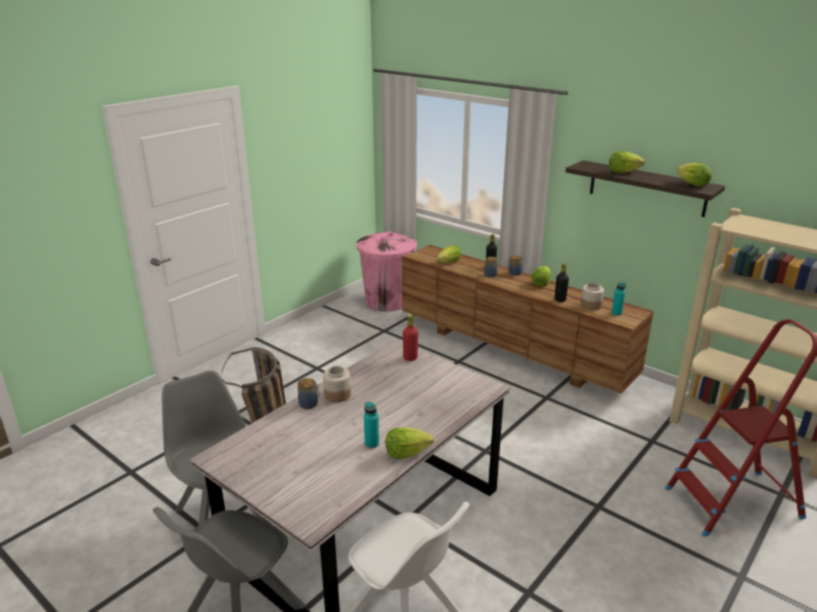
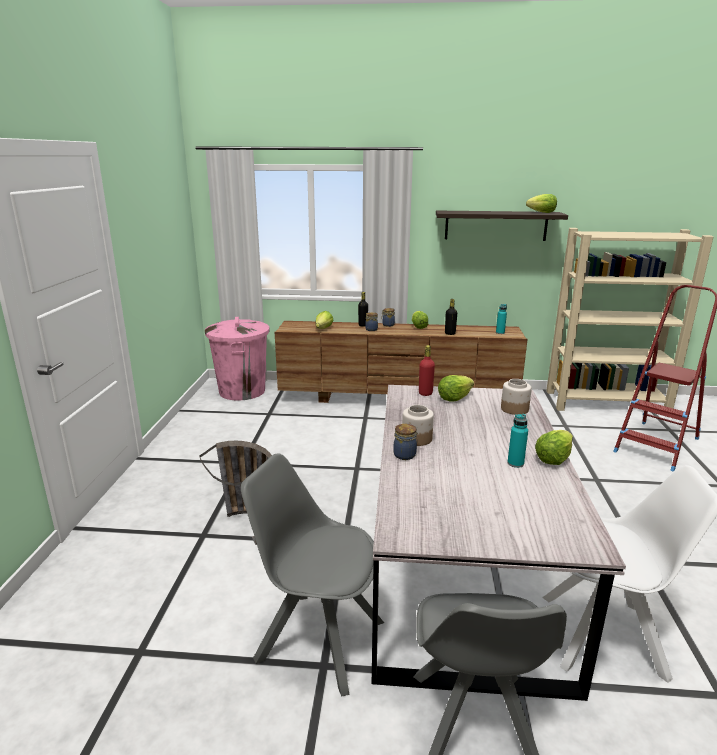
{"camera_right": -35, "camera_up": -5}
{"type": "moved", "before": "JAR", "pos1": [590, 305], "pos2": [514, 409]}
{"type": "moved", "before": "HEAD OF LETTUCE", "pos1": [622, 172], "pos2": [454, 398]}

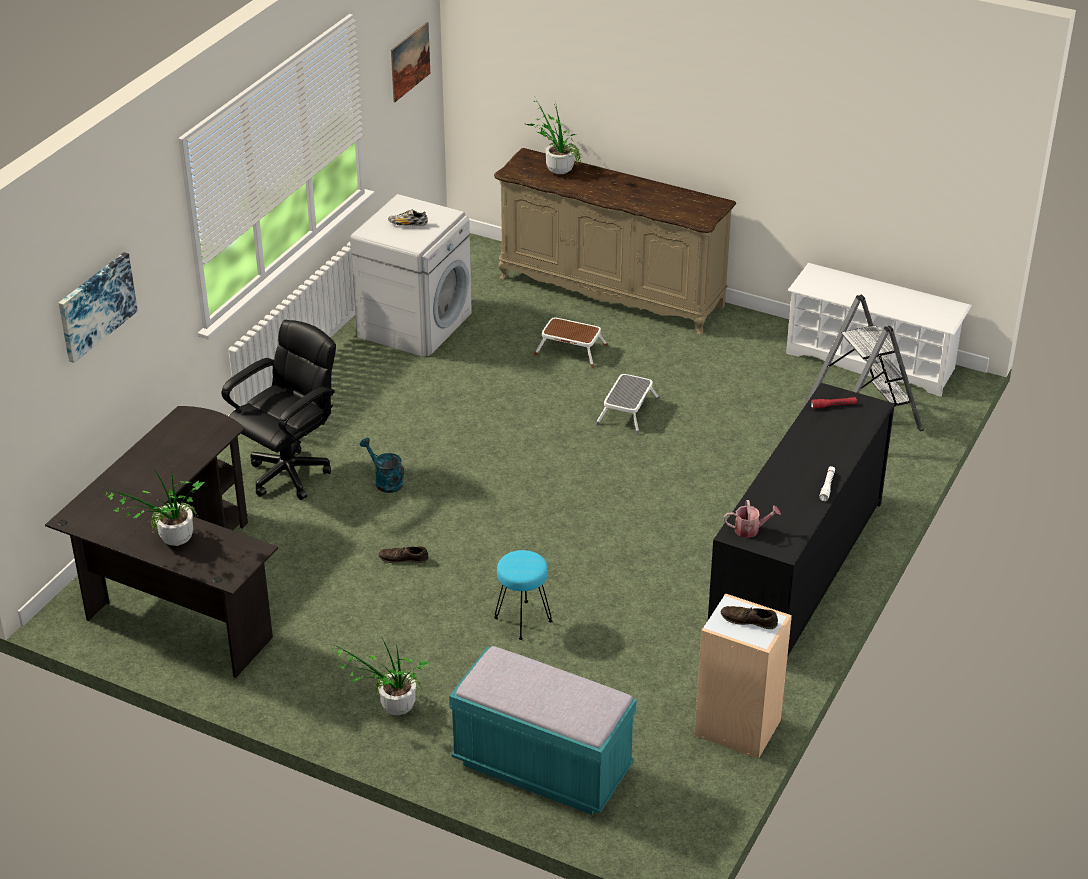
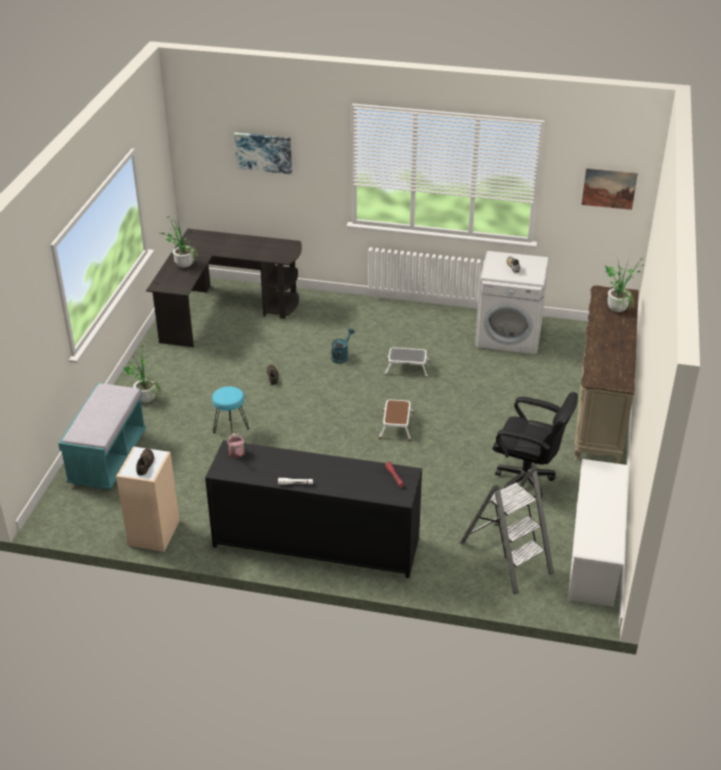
{"camera_right": 75, "camera_up": 0}
{"type": "moved", "before": "BLACKISH DESK CHAIR", "pos1": [291, 472], "pos2": [528, 482]}
{"type": "moved", "before": "BROWN-COLOURED STEP STOOL", "pos1": [571, 350], "pos2": [396, 425]}
{"type": "moved", "before": "GRAY STEP STOOL", "pos1": [628, 411], "pos2": [407, 368]}

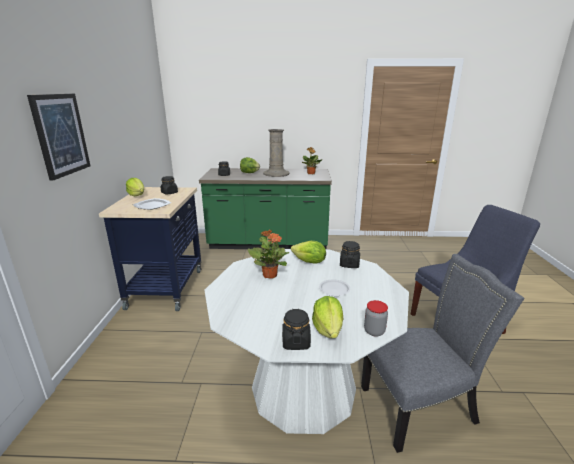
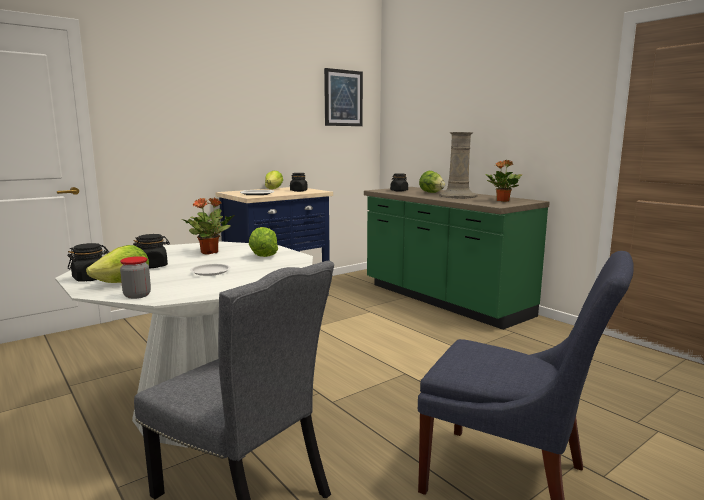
{"camera_right": 50, "camera_up": -10}
{"type": "moved", "before": "PICTURE", "pos1": [60, 135], "pos2": [343, 98]}
{"type": "moved", "before": "BLACKISH JAR", "pos1": [349, 264], "pos2": [153, 266]}

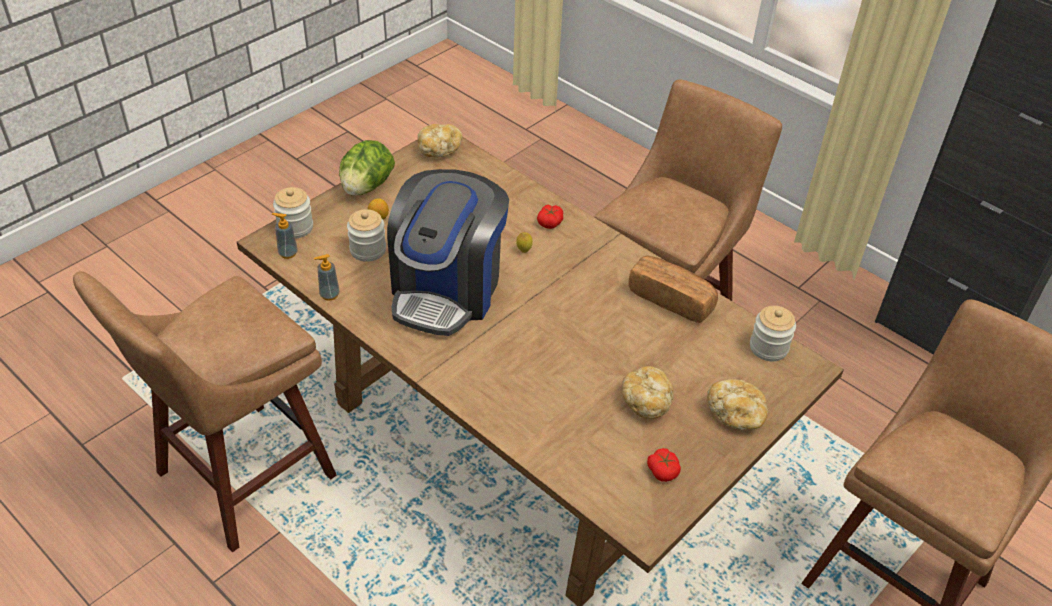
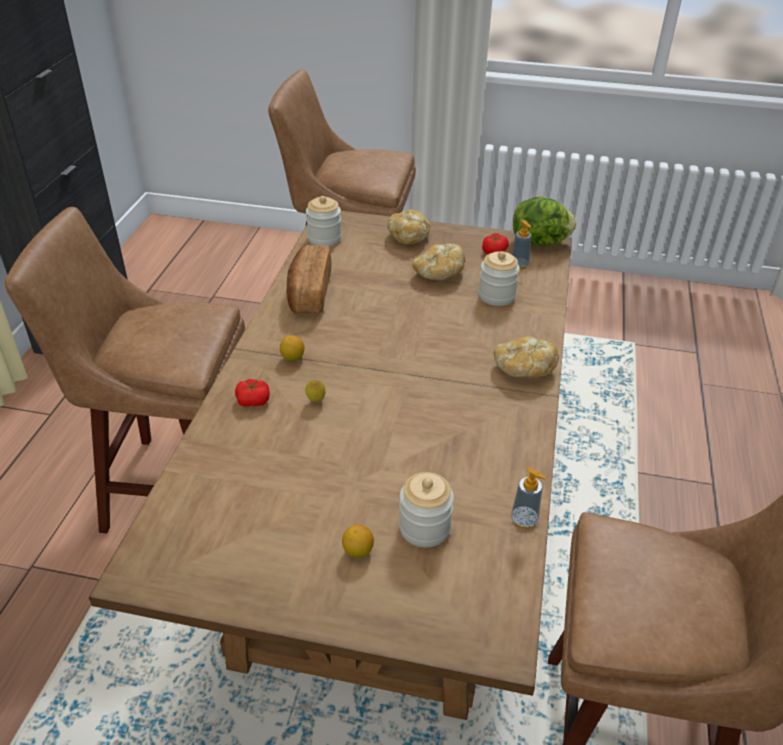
{"camera_right": -120, "camera_up": -5}
{"type": "moved", "before": "SOAP DISPENSER", "pos1": [288, 253], "pos2": [519, 265]}
{"type": "moved", "before": "JAR", "pos1": [295, 227], "pos2": [496, 296]}
{"type": "moved", "before": "HEAD OF LETTUCE", "pos1": [366, 187], "pos2": [540, 242]}
{"type": "removed", "before": "COFFEE MACHINE", "pos1": [447, 289]}
{"type": "moved", "before": "BAKERY BREAD", "pos1": [439, 149], "pos2": [523, 370]}
{"type": "added", "after": "CITRUS FRUIT", "pos2": [292, 358]}

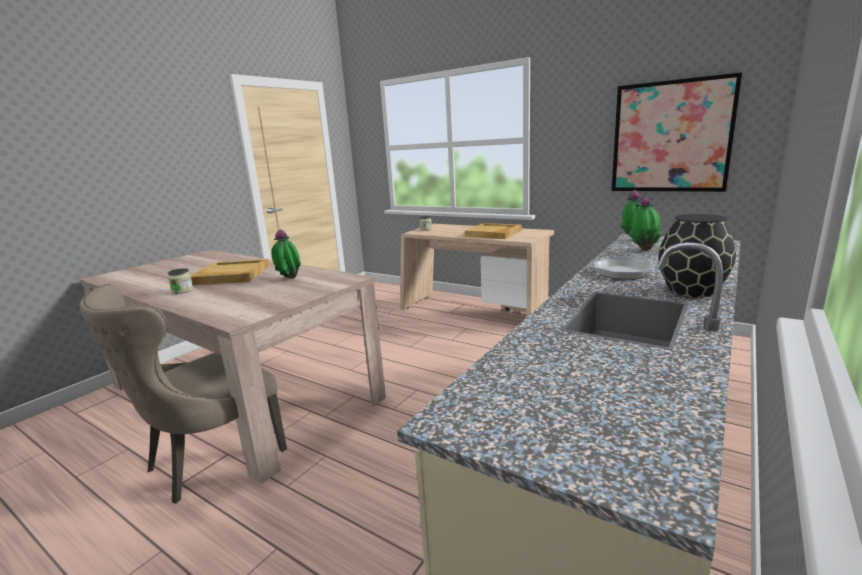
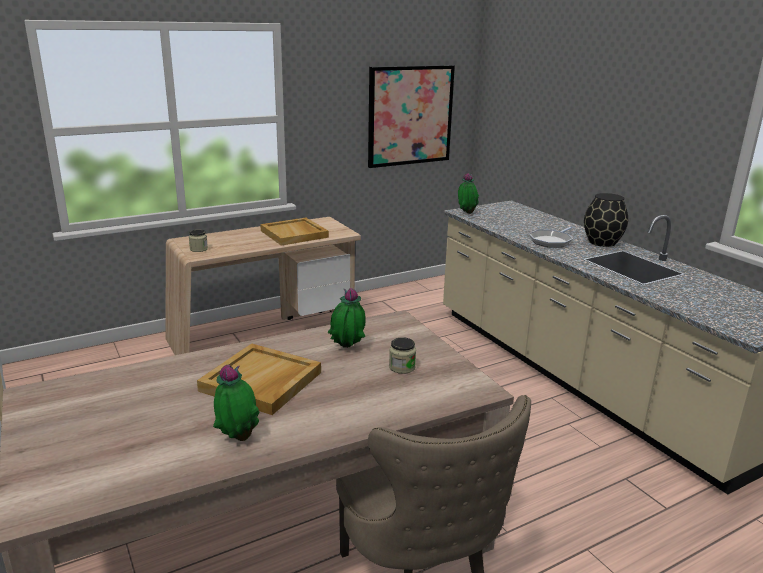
{"camera_right": -65, "camera_up": 5}
{"type": "moved", "before": "JAR", "pos1": [182, 291], "pos2": [402, 367]}
{"type": "moved", "before": "HOUSEPLANT", "pos1": [644, 249], "pos2": [238, 438]}

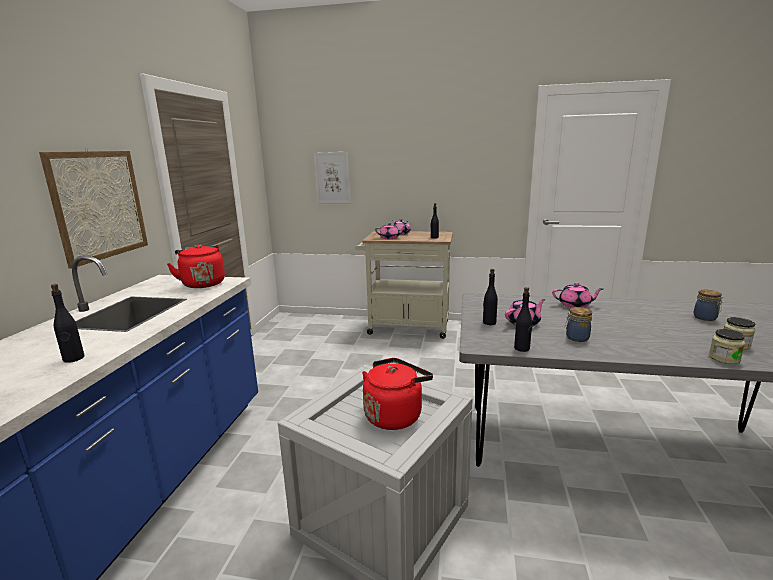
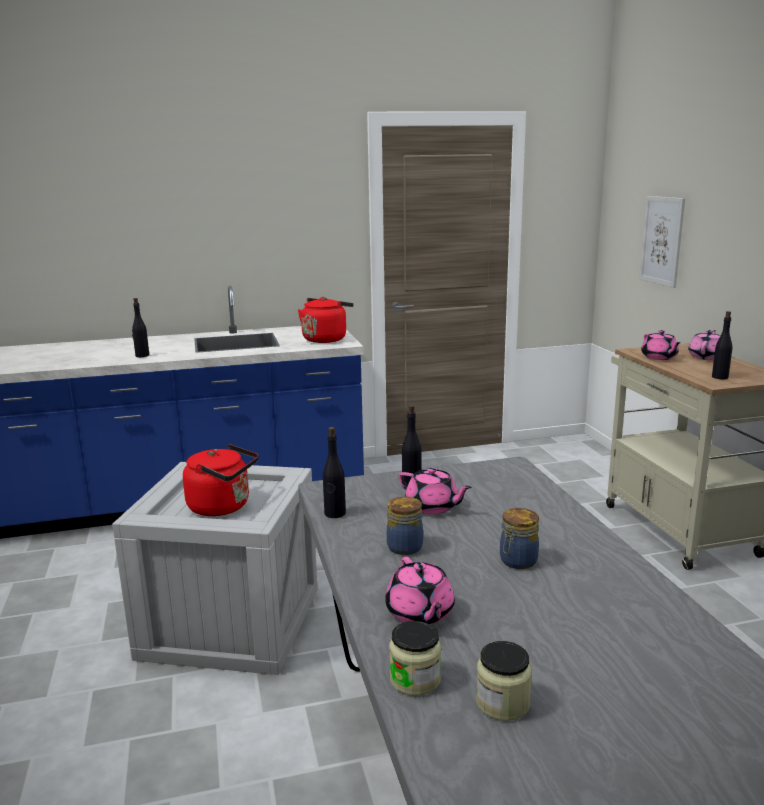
{"camera_right": 65, "camera_up": 0}
{"type": "removed", "before": "PICTURE", "pos1": [99, 204]}
{"type": "moved", "before": "PINK-COLOURED TEAPOT", "pos1": [575, 305], "pos2": [420, 613]}
{"type": "moved", "before": "JAR", "pos1": [705, 318], "pos2": [517, 561]}

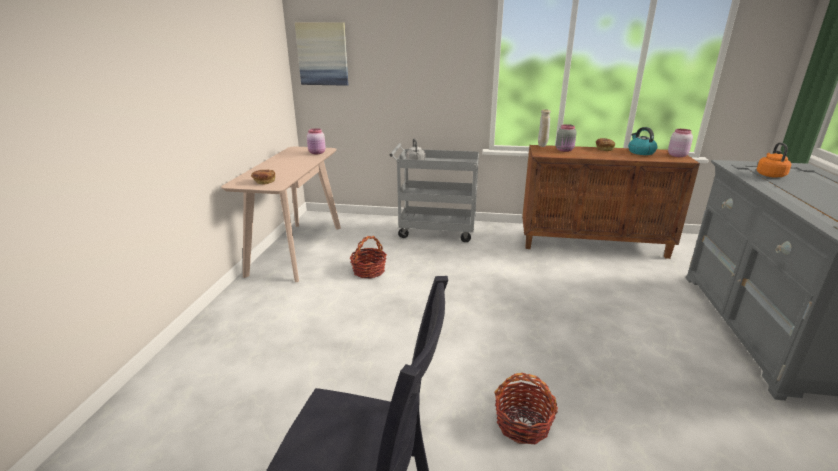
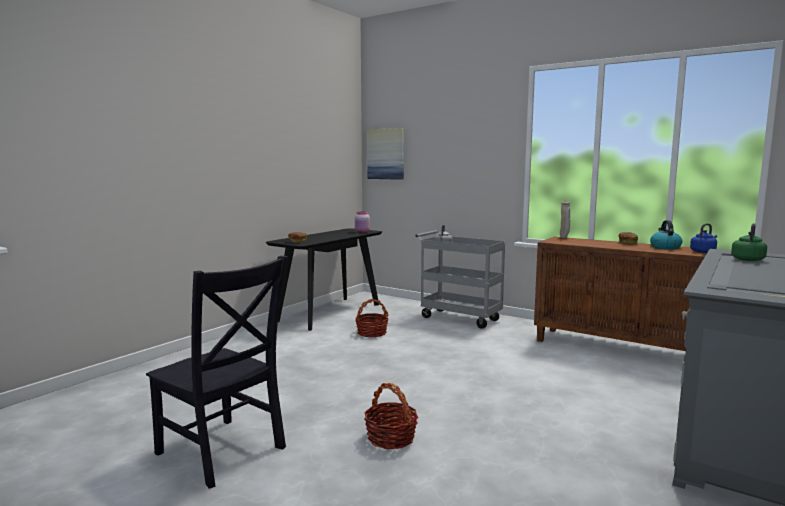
{"camera_right": 25, "camera_up": -15}
{"type": "recoloured", "before": "SAND-COLOURED CONSOLE TABLE", "after": "BLACKISH CONSOLE TABLE", "pos1": [296, 249], "pos2": [329, 312]}
{"type": "removed", "before": "GRAY JAR", "pos1": [565, 150]}
{"type": "replaced", "before": "PINK-COLOURED JAR", "after": "BLUISH TEA KETTLE", "pos1": [676, 155], "pos2": [703, 251]}
{"type": "recoloured", "before": "ORANGE TEA KETTLE", "after": "GREEN TEA KETTLE", "pos1": [770, 175], "pos2": [748, 259]}

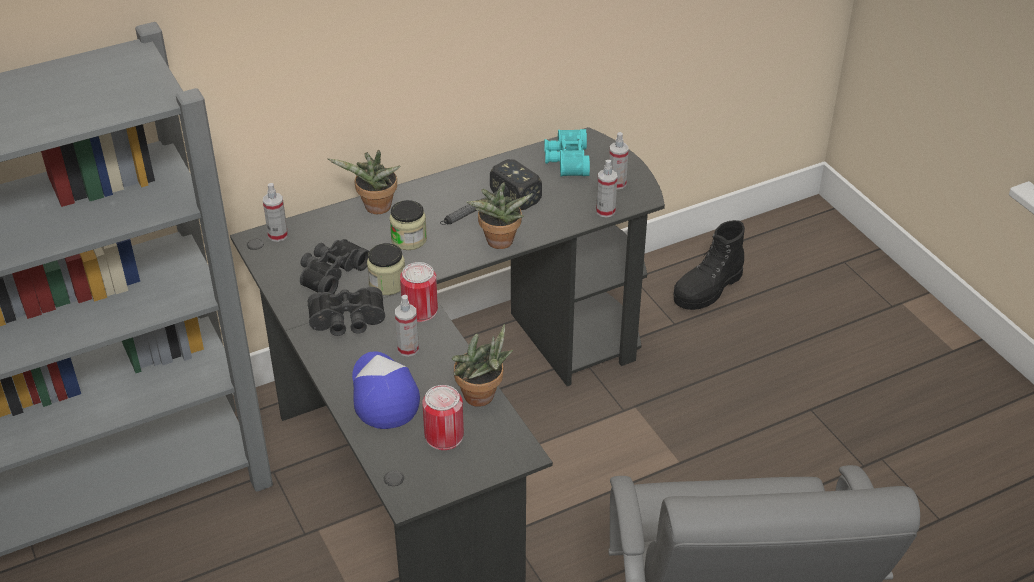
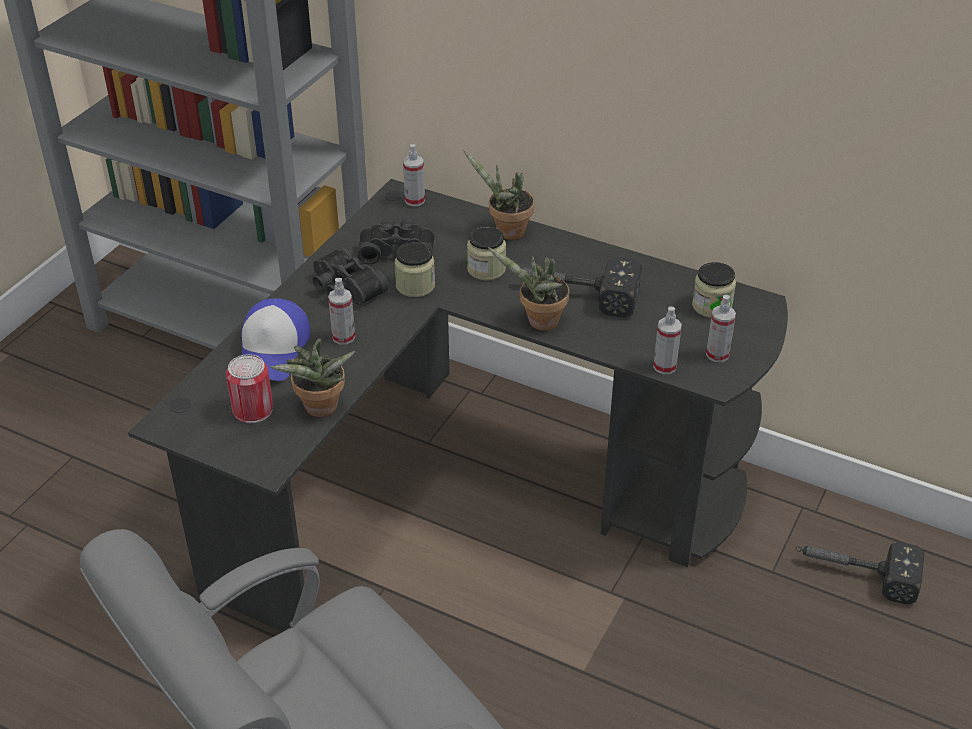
{"camera_right": 55, "camera_up": 0}
{"type": "turned", "before": "CAP", "pos1": [382, 394], "pos2": [273, 350], "turn": 150}
{"type": "removed", "before": "CAN", "pos1": [420, 310]}
{"type": "replaced", "before": "BLUE-GREEN BINOCULARS", "after": "JAR", "pos1": [566, 160], "pos2": [712, 306]}
{"type": "replaced", "before": "BLACKISH TALL BOOT", "after": "TOOL HAMMER", "pos1": [708, 289], "pos2": [854, 573]}

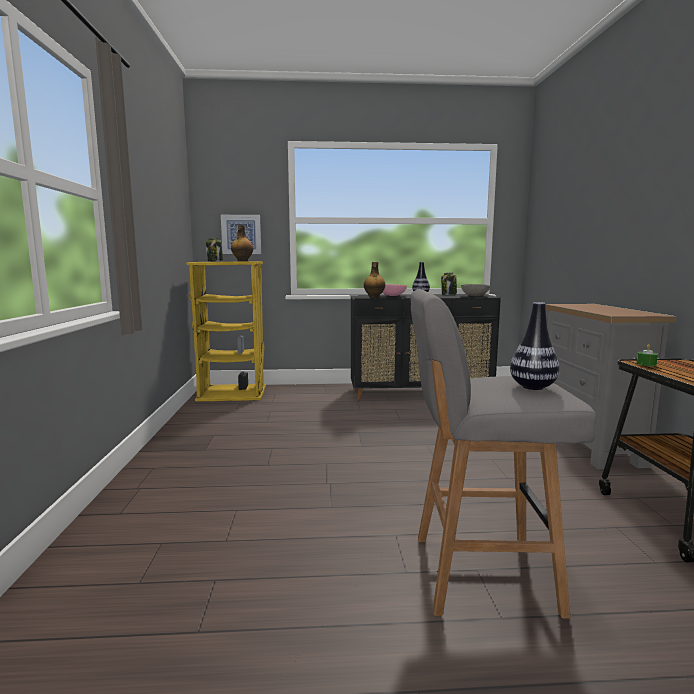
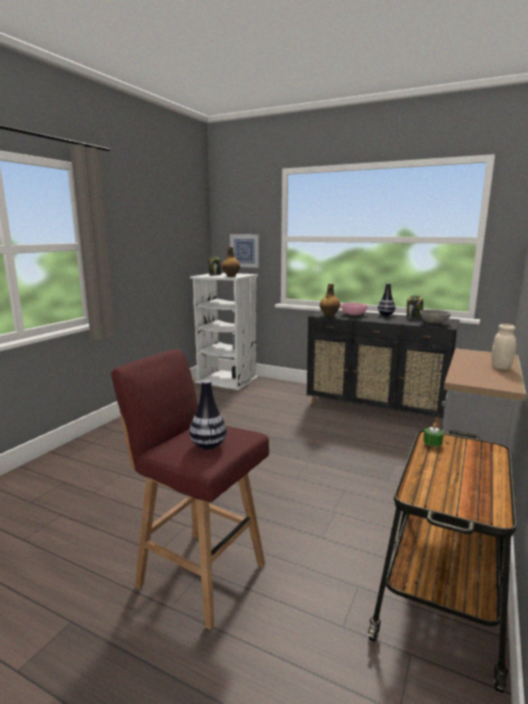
{"camera_right": 30, "camera_up": 5}
{"type": "recoloured", "before": "YELLOWISH BOOKSHELF", "after": "WHITISH BOOKSHELF", "pos1": [233, 393], "pos2": [227, 380]}
{"type": "recoloured", "before": "GRAY SITTING STOOL", "after": "RED SITTING STOOL", "pos1": [479, 573], "pos2": [199, 573]}
{"type": "added", "after": "SAND-COLOURED JAR", "pos2": [501, 367]}

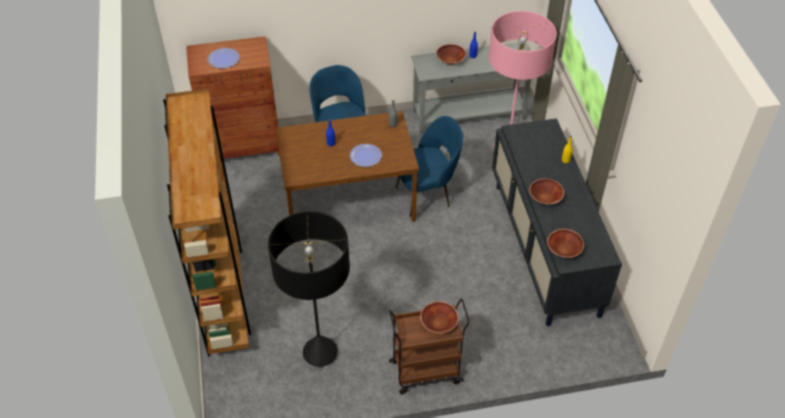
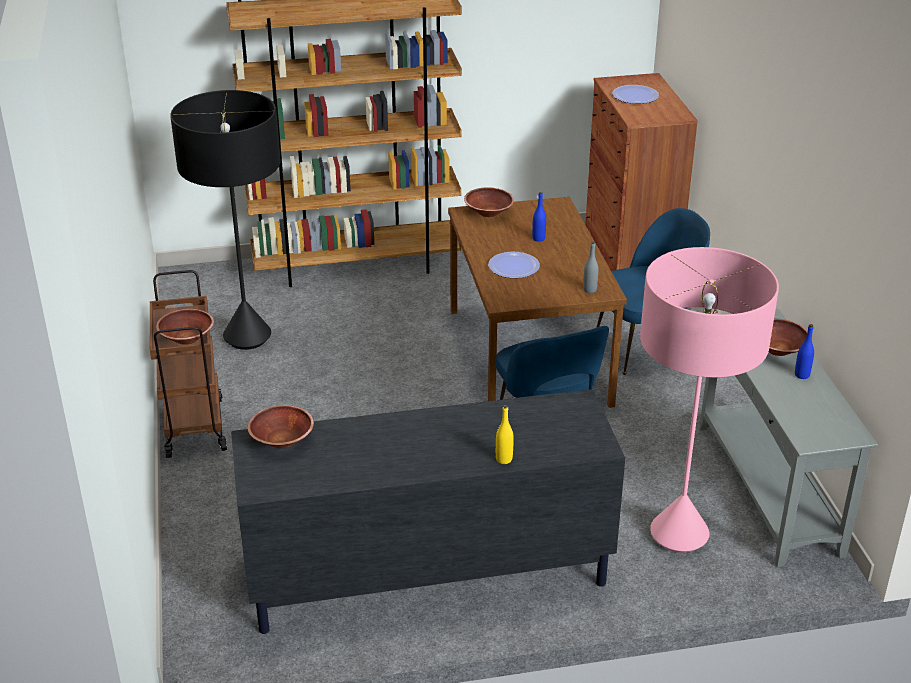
{"camera_right": 90, "camera_up": -15}
{"type": "moved", "before": "BROWN-COLOURED BOWL", "pos1": [545, 198], "pos2": [488, 212]}

